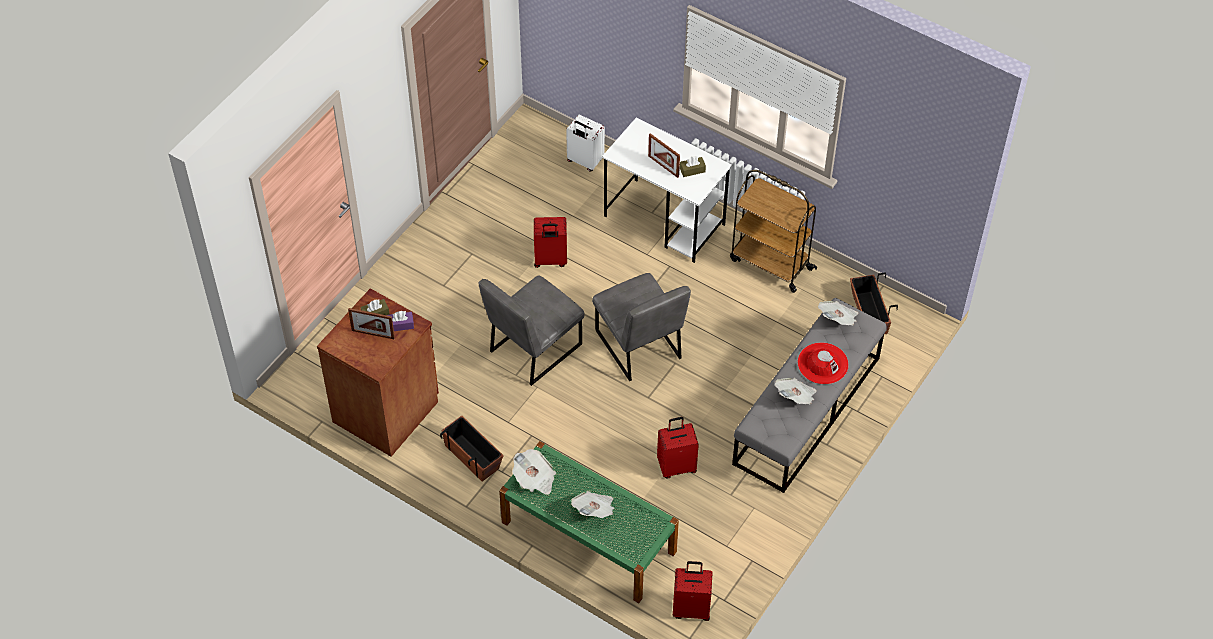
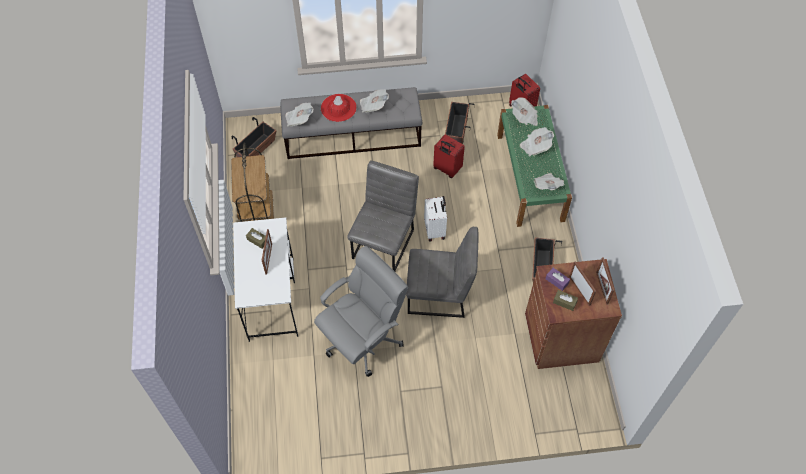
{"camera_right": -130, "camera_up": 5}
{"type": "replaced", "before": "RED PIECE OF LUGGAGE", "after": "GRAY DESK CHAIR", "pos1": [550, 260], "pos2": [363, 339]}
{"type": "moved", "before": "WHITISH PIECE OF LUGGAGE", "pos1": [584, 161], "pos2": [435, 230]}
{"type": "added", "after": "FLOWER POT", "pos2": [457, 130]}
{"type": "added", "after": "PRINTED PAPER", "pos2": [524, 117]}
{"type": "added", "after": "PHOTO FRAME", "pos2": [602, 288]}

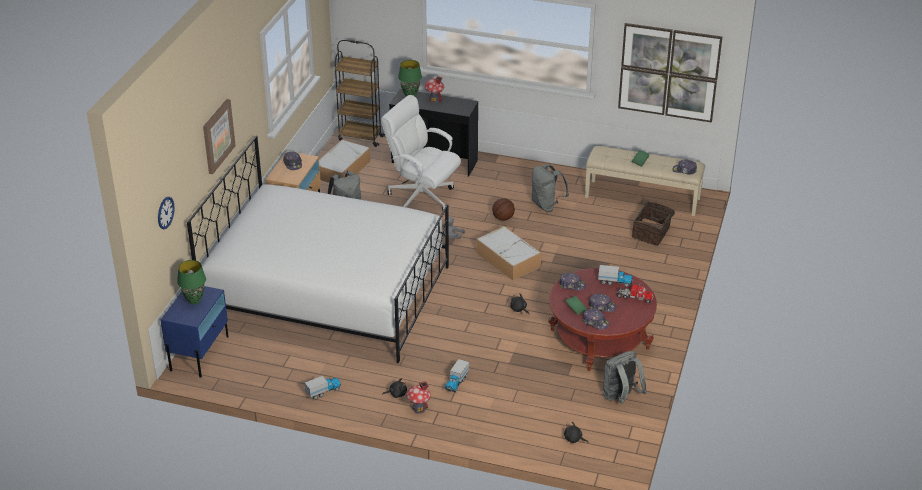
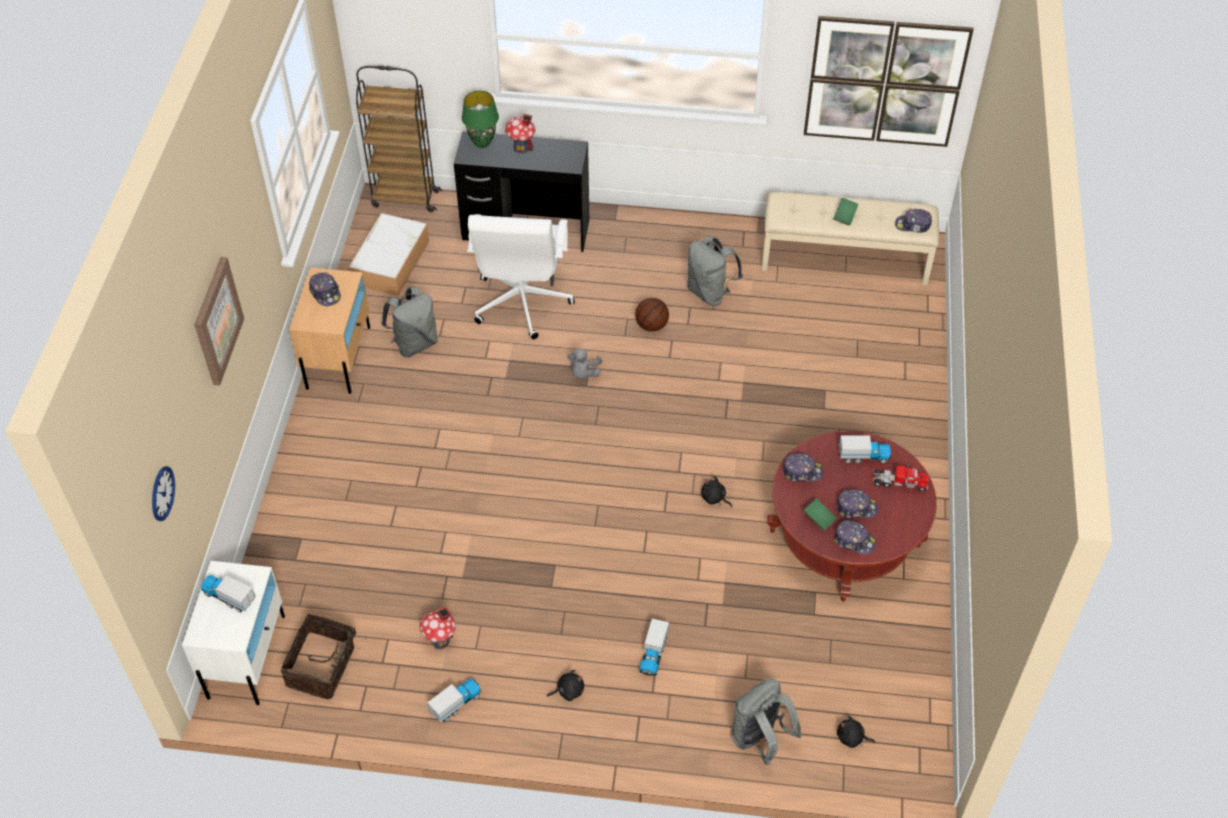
{"camera_right": -10, "camera_up": 15}
{"type": "recoloured", "before": "BLUISH NIGHT TABLE", "after": "WHITISH NIGHT TABLE", "pos1": [200, 353], "pos2": [247, 656]}
{"type": "replaced", "before": "GREEN TABLE LAMP", "after": "TOY LORRY", "pos1": [194, 301], "pos2": [229, 597]}
{"type": "removed", "before": "WHITISH BEDROOM BED", "pos1": [327, 293]}
{"type": "turned", "before": "WHITISH DESK CHAIR", "pos1": [422, 197], "pos2": [522, 301], "turn": -105}
{"type": "moved", "before": "MINIATURE HOUSE", "pos1": [419, 409], "pos2": [440, 641]}
{"type": "removed", "before": "STORAGE BIN", "pos1": [509, 260]}
{"type": "moved", "before": "GRAY KNAPSACK", "pos1": [620, 398], "pos2": [760, 739]}
{"type": "moved", "before": "STORAGE BASKET", "pos1": [652, 233], "pos2": [323, 667]}

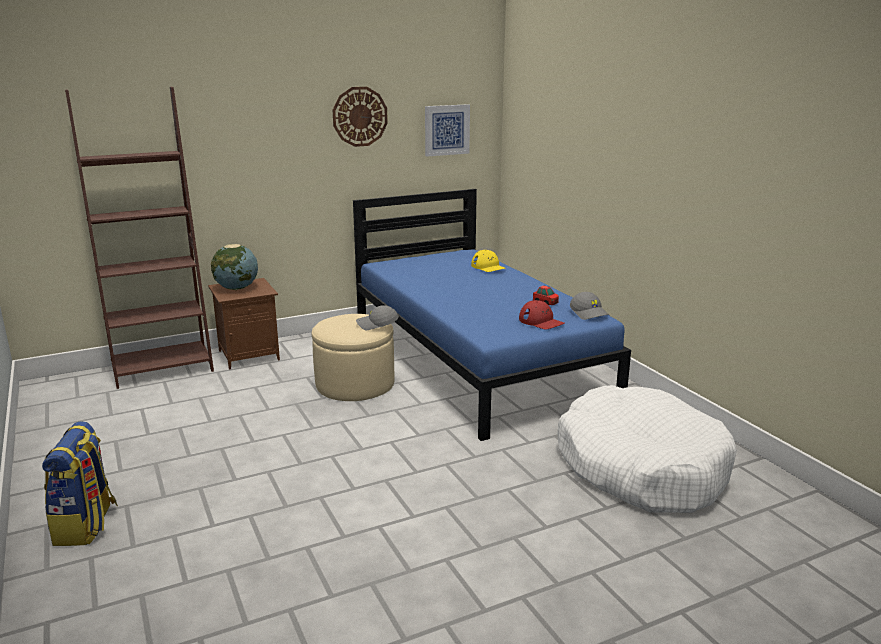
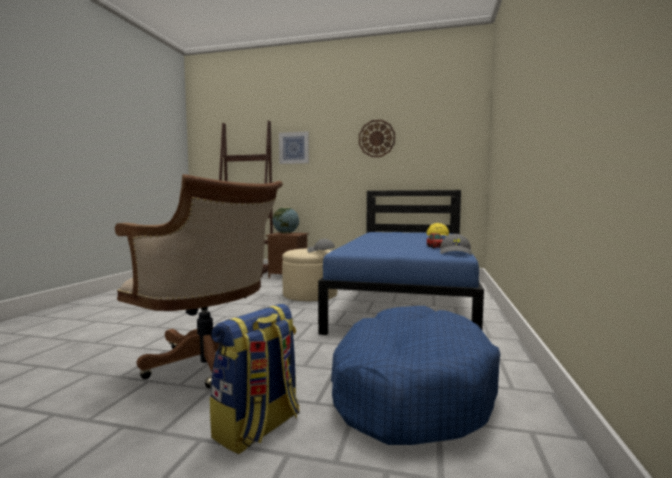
{"camera_right": 40, "camera_up": -15}
{"type": "moved", "before": "KNAPSACK", "pos1": [86, 525], "pos2": [258, 428]}
{"type": "moved", "before": "PICTURE", "pos1": [446, 130], "pos2": [294, 148]}
{"type": "removed", "before": "RED CAP", "pos1": [541, 321]}
{"type": "recoloured", "before": "WHITISH DOG CUSHION", "after": "BLUISH DOG CUSHION", "pos1": [641, 467], "pos2": [409, 390]}
{"type": "added", "after": "DESK CHAIR", "pos2": [210, 364]}

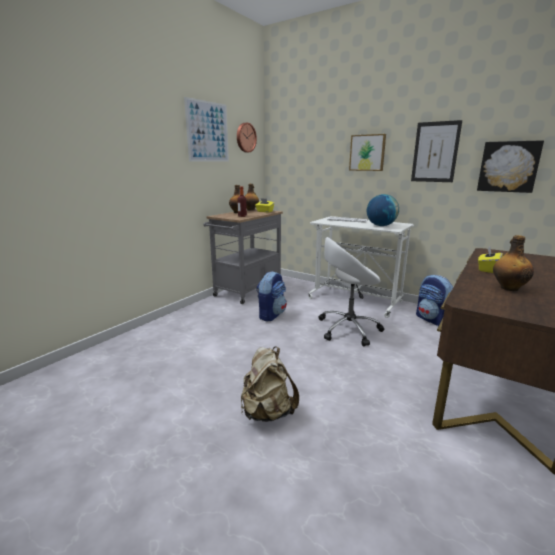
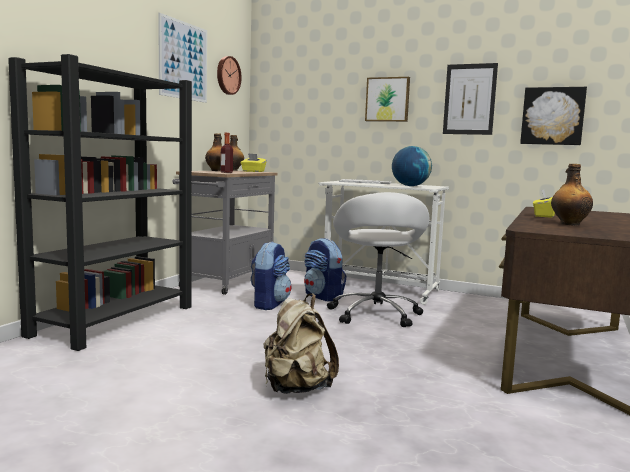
{"camera_right": -10, "camera_up": -10}
{"type": "turned", "before": "WHITISH DESK CHAIR", "pos1": [347, 329], "pos2": [375, 315], "turn": -75}
{"type": "moved", "before": "KNAPSACK", "pos1": [432, 320], "pos2": [323, 296]}
{"type": "added", "after": "BLACKISH BOOKSHELF", "pos2": [115, 320]}

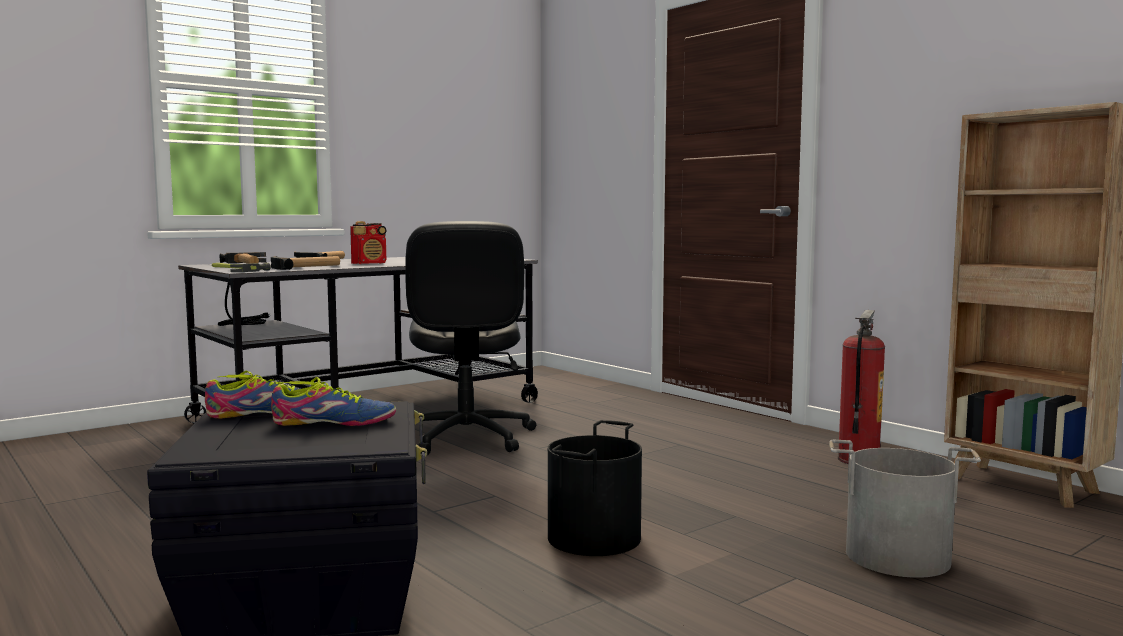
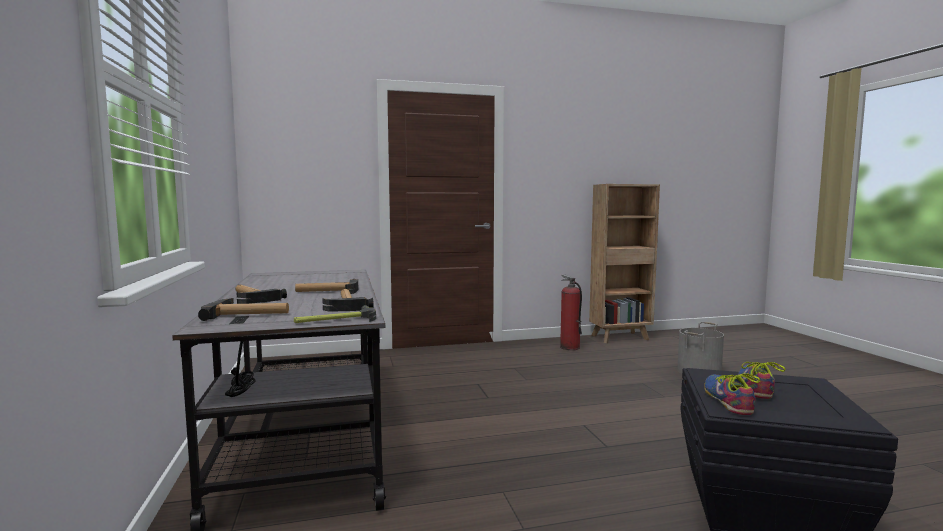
{"camera_right": -65, "camera_up": 0}
{"type": "replaced", "before": "RADIO RECEIVER", "after": "TOOL HAMMER", "pos1": [370, 263], "pos2": [327, 291]}
{"type": "removed", "before": "BLACKISH DESK CHAIR", "pos1": [465, 437]}
{"type": "removed", "before": "BLACKISH BUCKET", "pos1": [595, 538]}

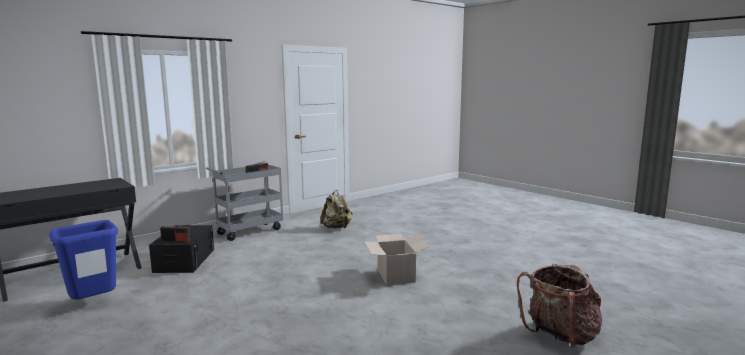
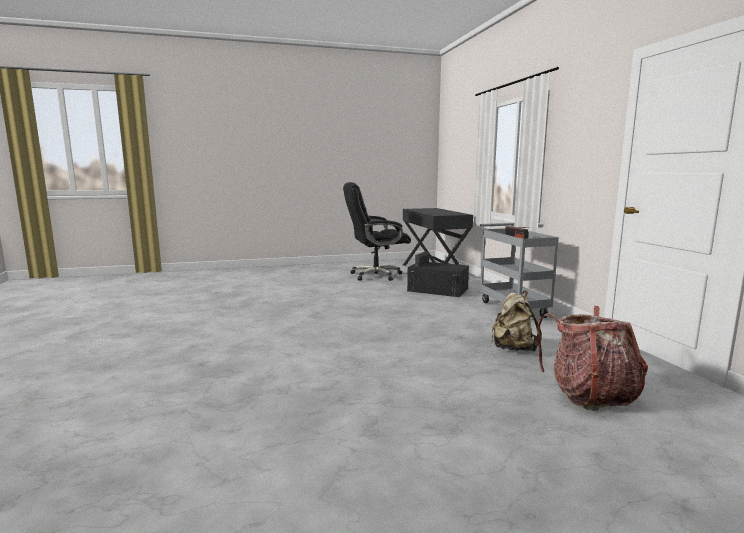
{"camera_right": 115, "camera_up": 0}
{"type": "replaced", "before": "BLUISH WASTE BIN", "after": "BLACKISH DESK CHAIR", "pos1": [93, 304], "pos2": [377, 275]}
{"type": "removed", "before": "PACKING BOX", "pos1": [396, 276]}
{"type": "moved", "before": "KNAPSACK", "pos1": [560, 336], "pos2": [589, 395]}

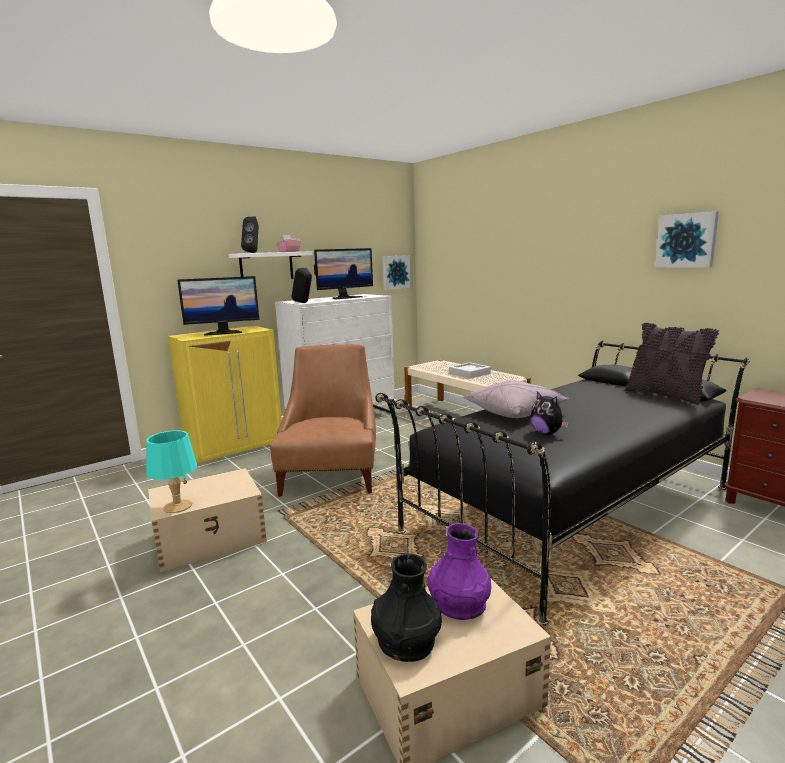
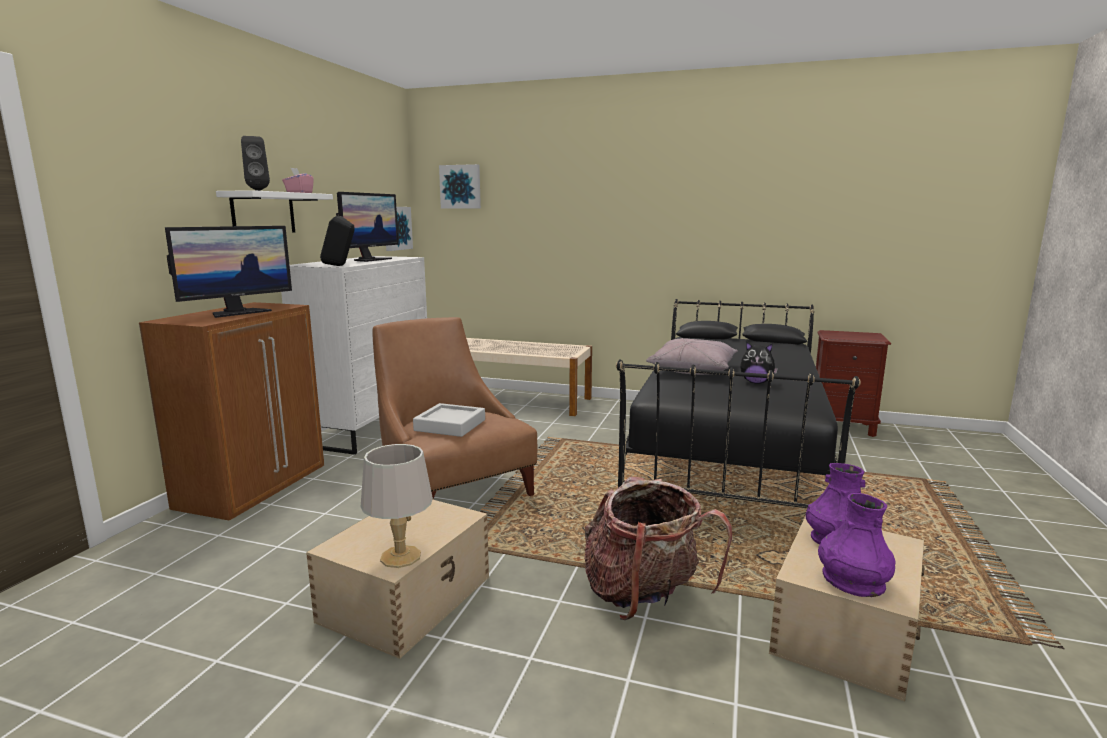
{"camera_right": -35, "camera_up": 0}
{"type": "recoloured", "before": "BLUE-GREEN TABLE LAMP", "after": "GRAY TABLE LAMP", "pos1": [177, 506], "pos2": [399, 557]}
{"type": "recoloured", "before": "YELLOWISH CABINET", "after": "BROWN-COLOURED CABINET", "pos1": [235, 445], "pos2": [254, 485]}
{"type": "recoloured", "before": "BLACKISH VASE", "after": "PURPLE VASE", "pos1": [406, 640], "pos2": [852, 581]}
{"type": "moved", "before": "GRAY SERVING TRAY", "pos1": [469, 373], "pos2": [450, 425]}
{"type": "removed", "before": "BLACKISH CUSHION", "pos1": [665, 395]}
{"type": "moved", "before": "PICTURE", "pos1": [686, 240], "pos2": [461, 187]}
{"type": "added", "after": "KNAPSACK", "pos2": [644, 596]}

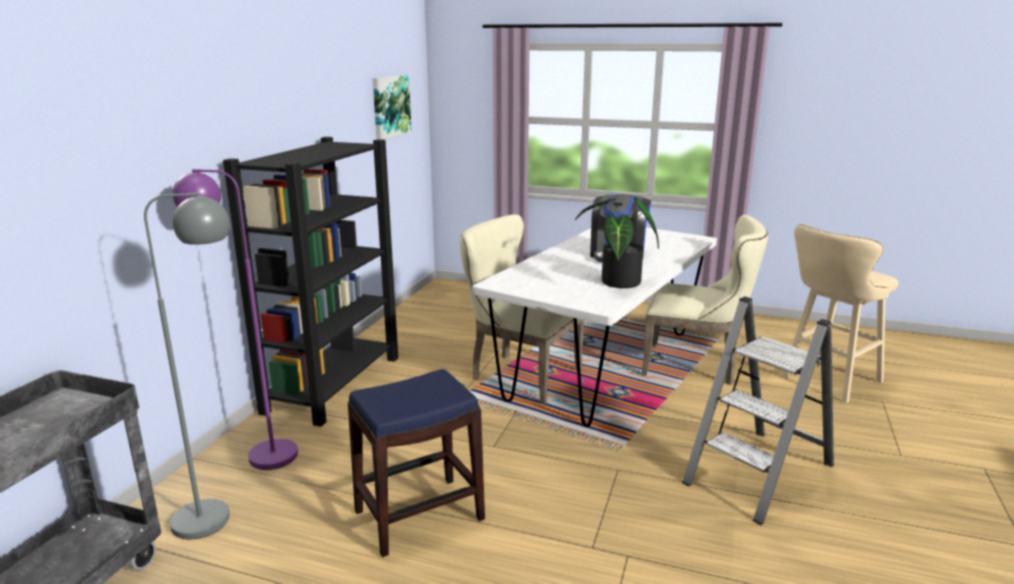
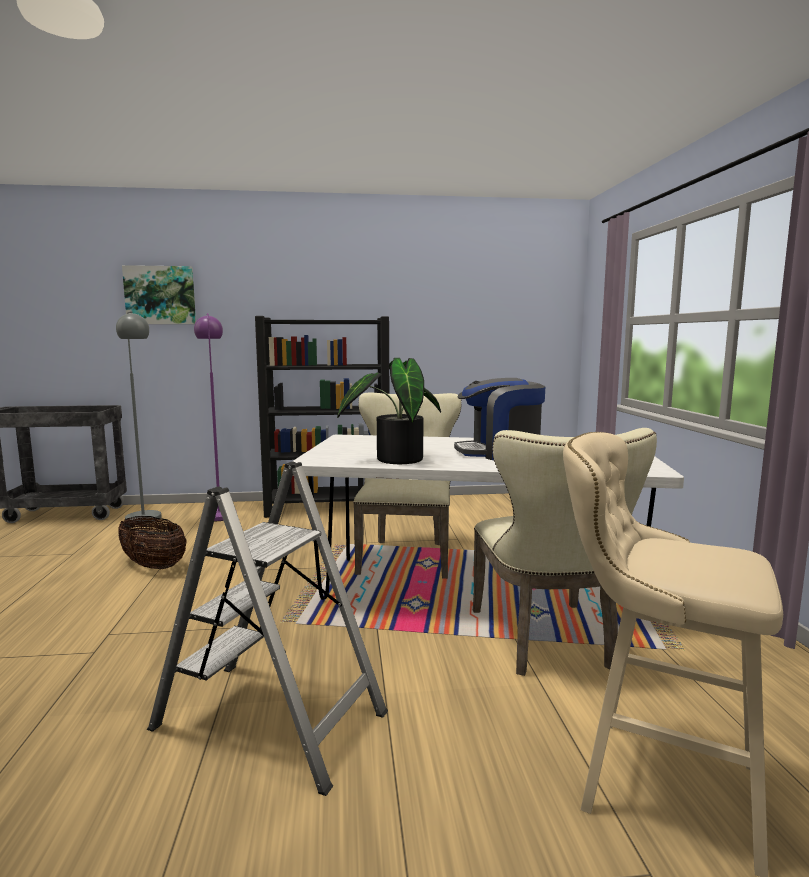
{"camera_right": 65, "camera_up": -10}
{"type": "replaced", "before": "SITTING STOOL", "after": "STORAGE BASKET", "pos1": [419, 515], "pos2": [153, 566]}
{"type": "moved", "before": "PICTURE", "pos1": [390, 106], "pos2": [160, 295]}

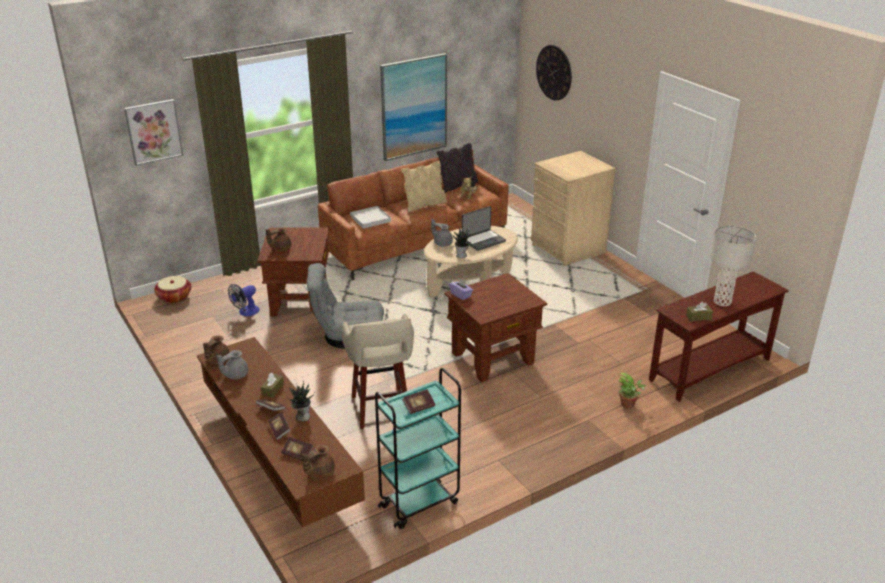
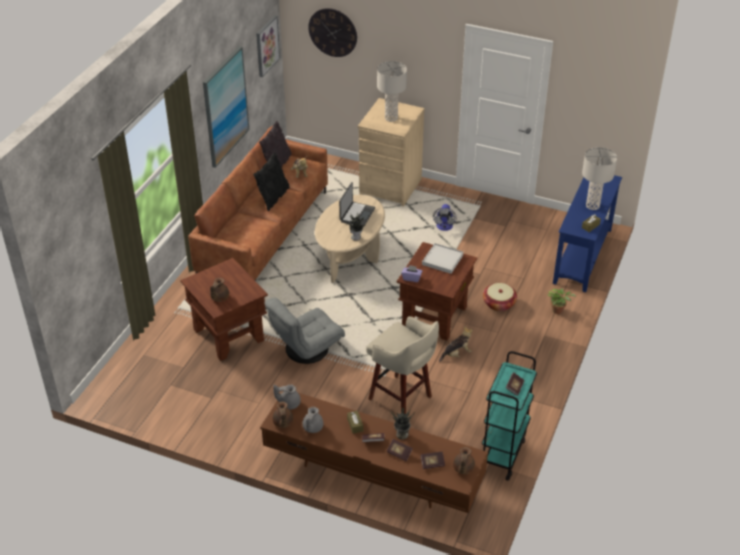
{"camera_right": -35, "camera_up": 10}
{"type": "moved", "before": "PICTURE", "pos1": [153, 131], "pos2": [266, 46]}
{"type": "moved", "before": "STORAGE BASKET", "pos1": [174, 297], "pos2": [499, 304]}
{"type": "moved", "before": "COOLING FAN", "pos1": [246, 312], "pos2": [444, 228]}
{"type": "moved", "before": "WHITISH SERVING TRAY", "pos1": [370, 219], "pos2": [442, 260]}
{"type": "recoloured", "before": "SAND-COLOURED CUSHION", "after": "BLACKISH CUSHION", "pos1": [424, 205], "pos2": [273, 197]}
{"type": "moved", "before": "GRAY TEAPOT", "pos1": [442, 243], "pos2": [289, 403]}
{"type": "recoloured", "before": "BROWN-COLOURED CONSOLE TABLE", "after": "BLUISH CONSOLE TABLE", "pos1": [709, 370], "pos2": [582, 257]}
{"type": "added", "after": "WHITISH TABLE LAMP", "pos2": [391, 118]}
{"type": "added", "after": "CUDDLY TOY", "pos2": [456, 354]}

